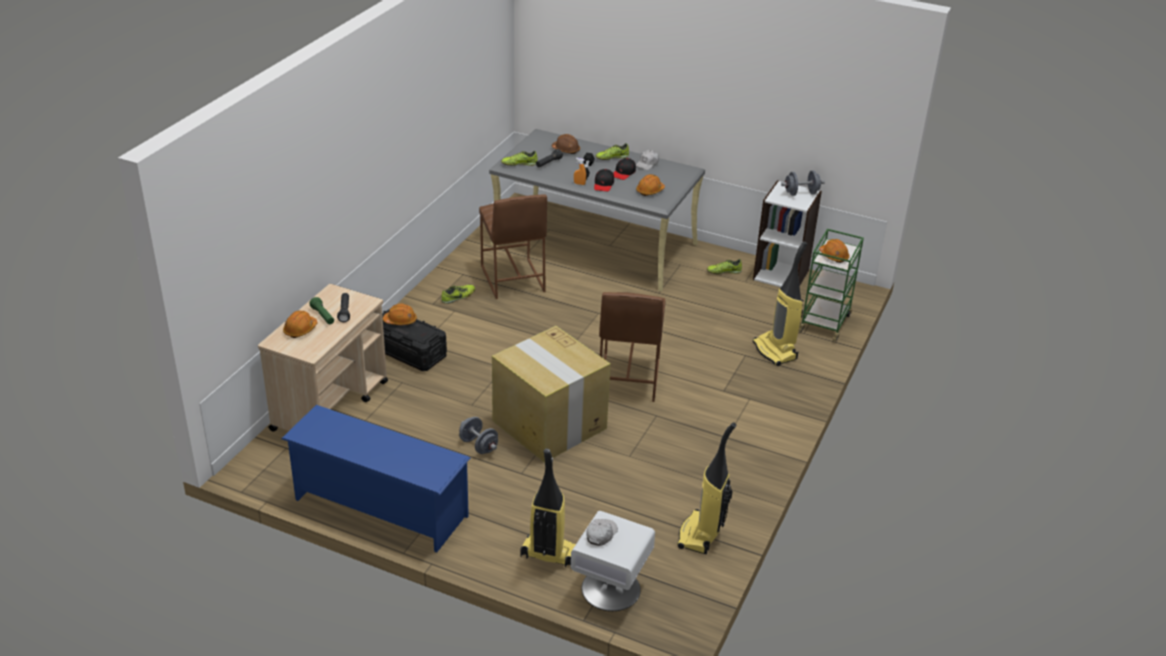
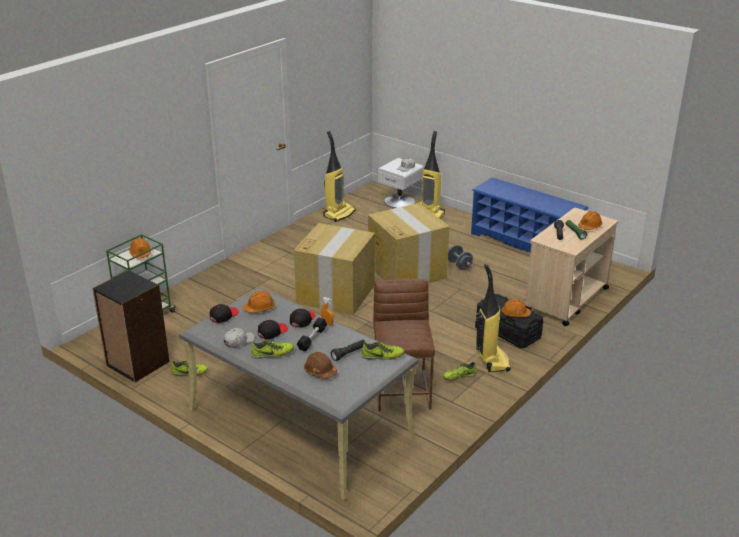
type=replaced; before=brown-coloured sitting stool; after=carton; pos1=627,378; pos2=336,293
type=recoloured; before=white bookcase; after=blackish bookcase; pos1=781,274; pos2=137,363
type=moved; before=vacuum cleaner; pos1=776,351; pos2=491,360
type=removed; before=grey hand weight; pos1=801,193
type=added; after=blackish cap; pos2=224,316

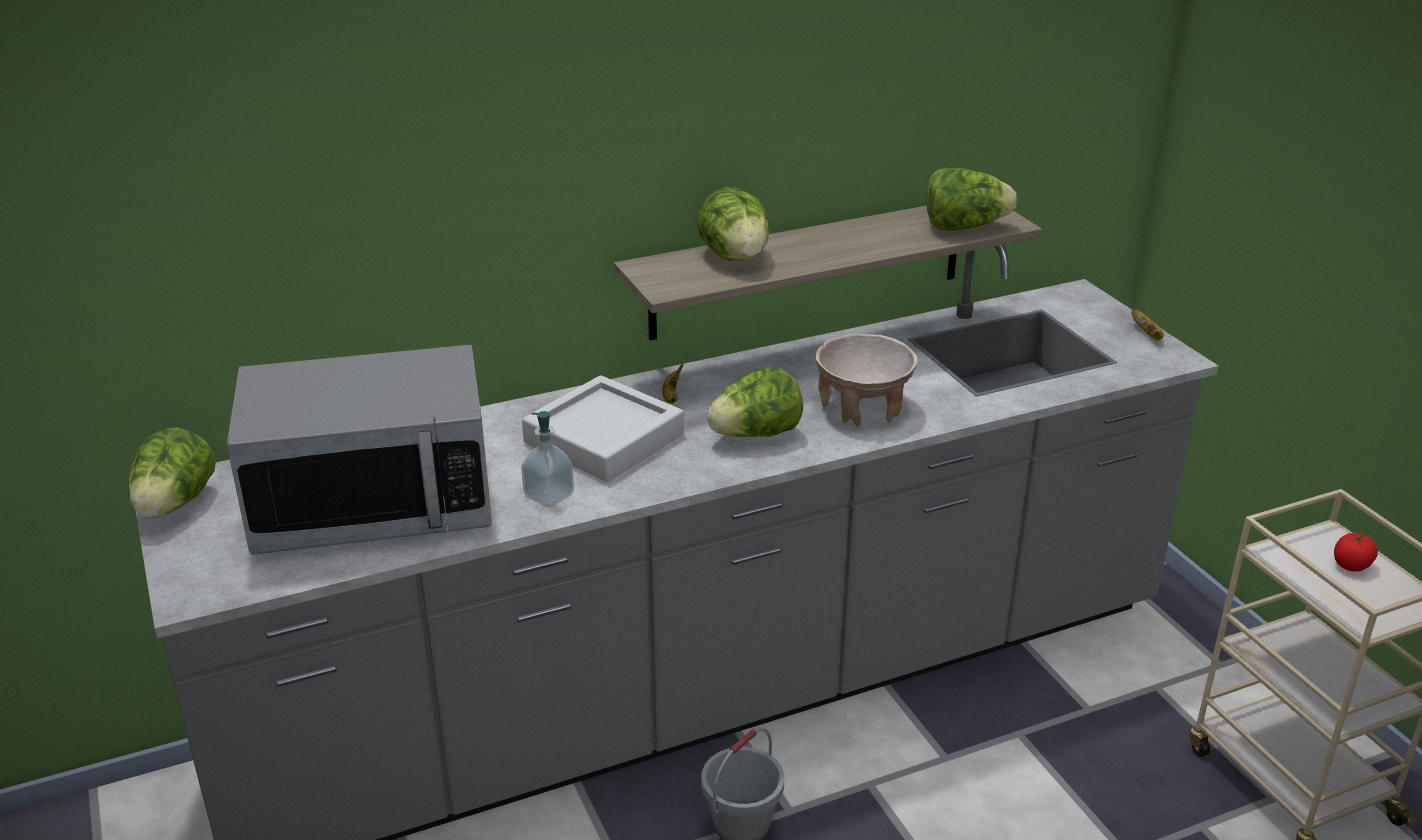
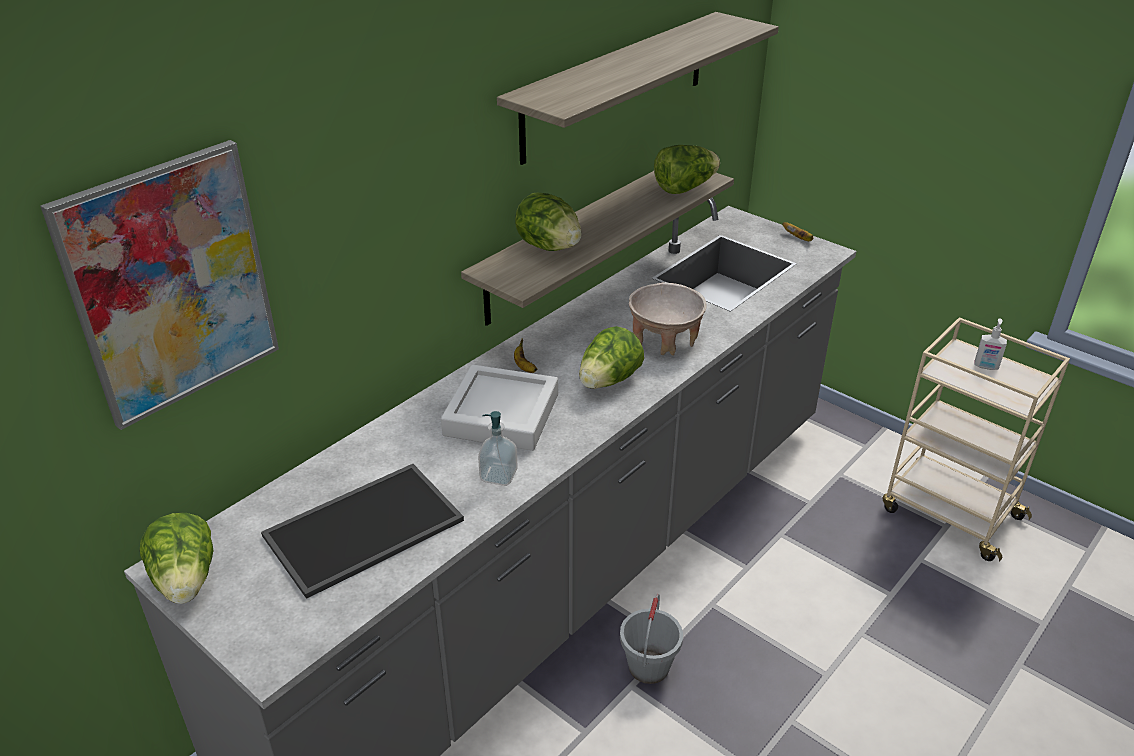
type=replaced; before=microwave oven; after=tray; pos1=374,504; pos2=364,526
type=replaced; before=whole tomato; after=soap bottle; pos1=1351,565; pos2=986,367
type=added; after=wall picture; pos2=171,284
type=added; after=wall shelf; pos2=616,85

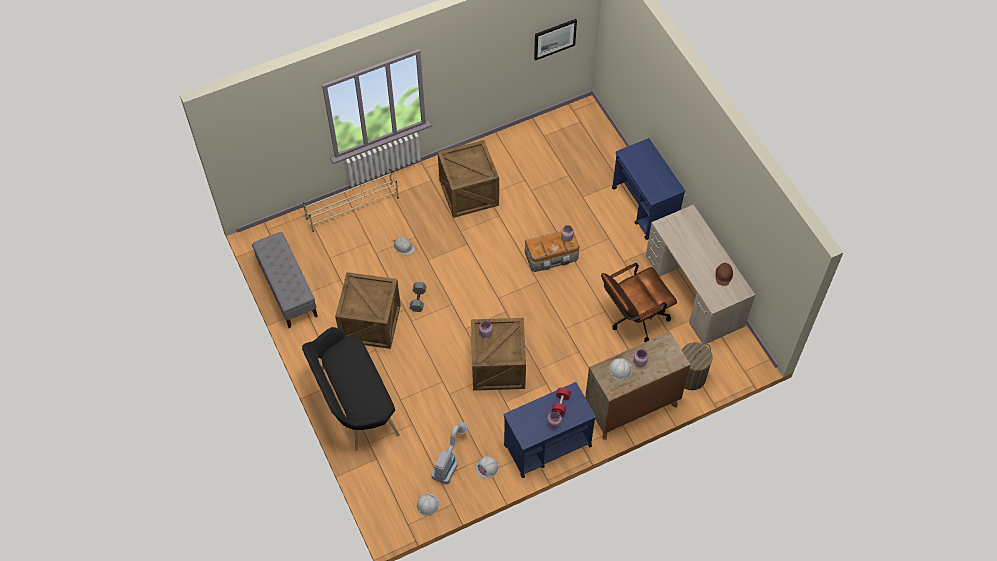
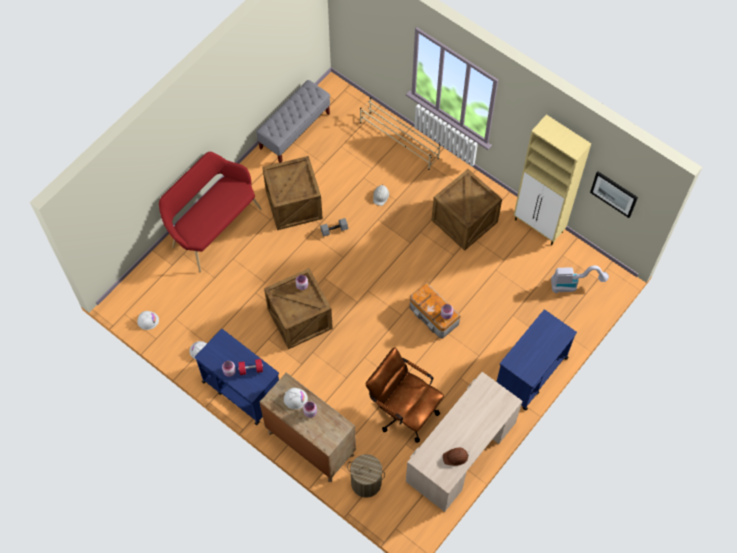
type=recoloured; before=blackish indoor bench; after=red-coloured indoor bench; pos1=354,404; pos2=213,227
type=moved; before=vacuum cleaner; pos1=449,461; pos2=573,284
type=added; after=beige-coloured storage cabinet; pos2=539,226

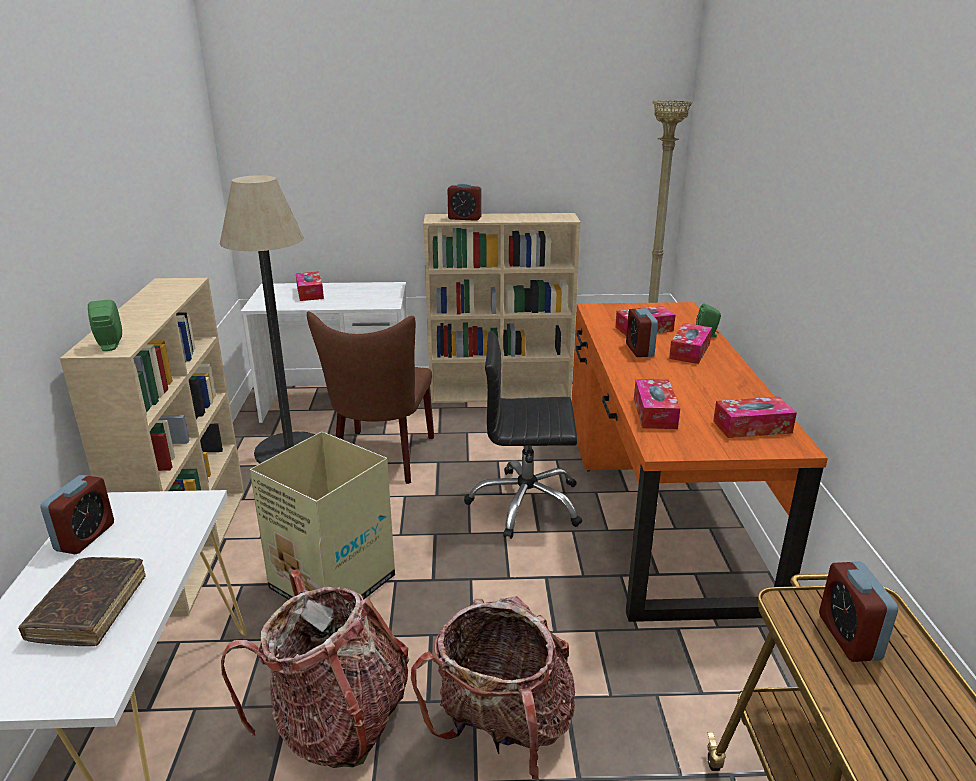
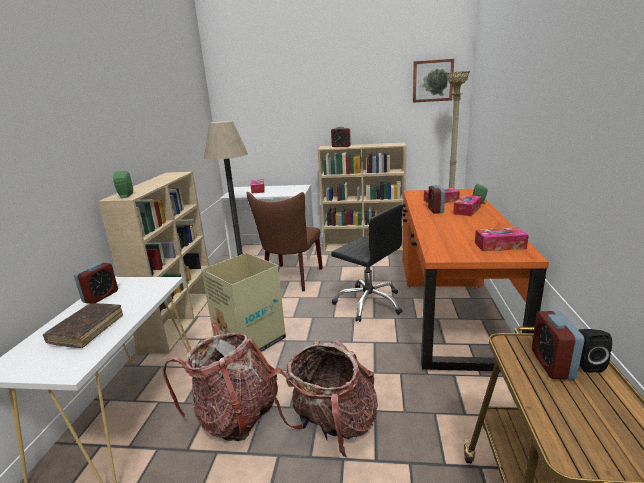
type=turned; before=blackish computer chair; pos1=526,504; pos2=369,303; turn=-150
type=removed; before=box of tissues; pos1=654,413
type=added; after=wall picture; pos2=432,81
type=added; after=blackish audio speaker; pos2=585,364

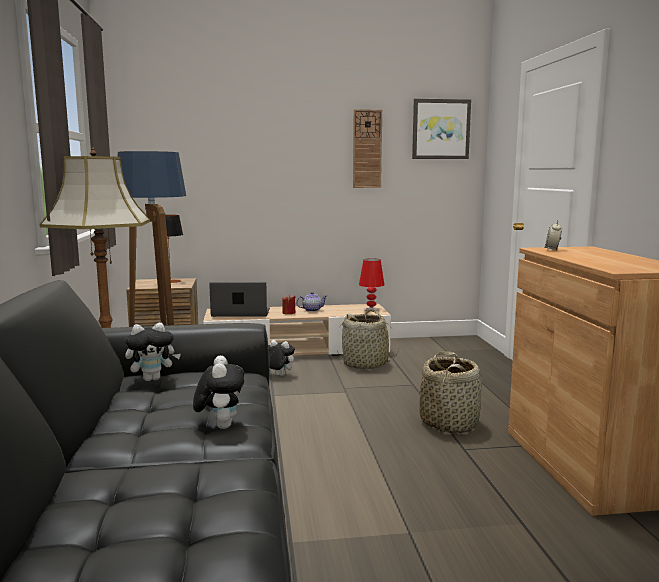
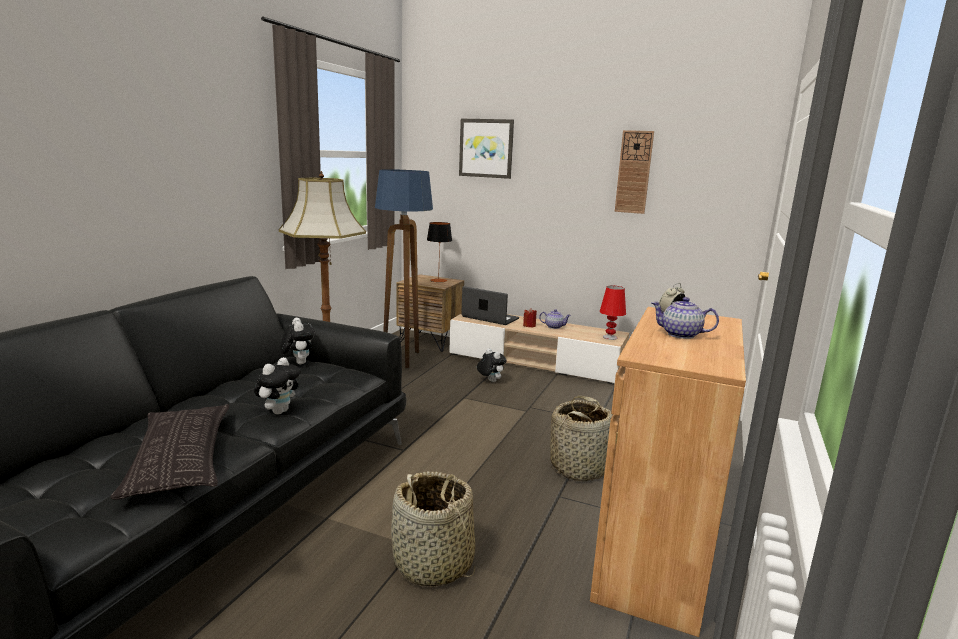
type=turned; before=cuddly toy; pos1=153,379; pos2=298,363; turn=-120
type=moved; before=basket; pos1=365,364; pos2=433,564
type=moved; before=wall picture; pos1=440,129; pos2=486,148
type=added; after=cushion; pos2=180,458
type=added; after=teapot; pos2=681,335

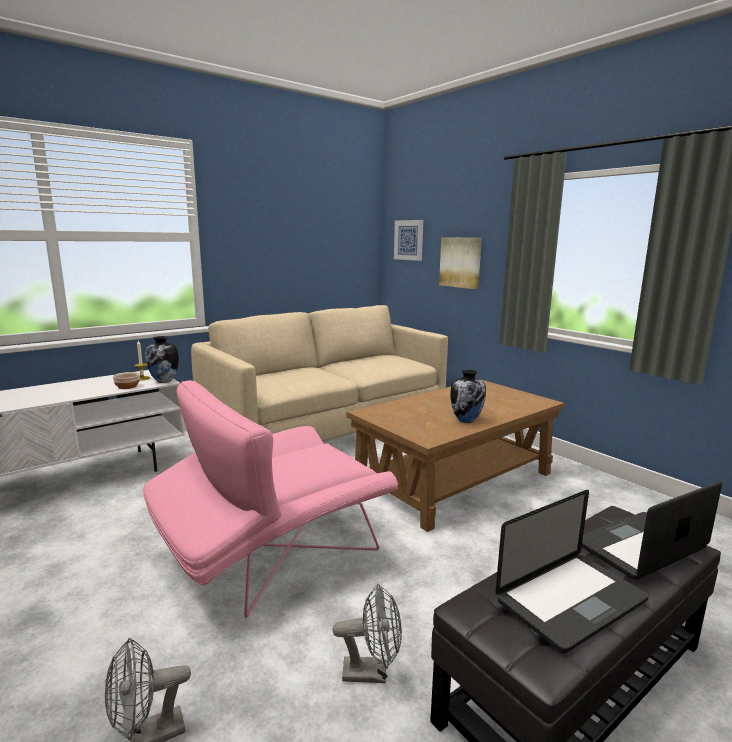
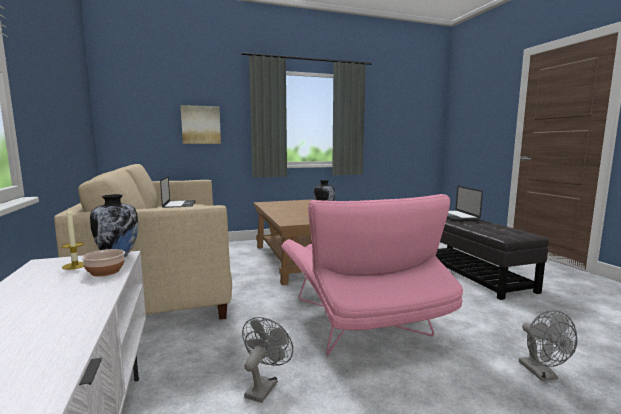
type=moved; before=grey electric fan; pos1=372,672; pos2=264,386
type=removed; before=wall picture; pos1=409,240
type=moved; before=laptop; pos1=571,601; pos2=179,205

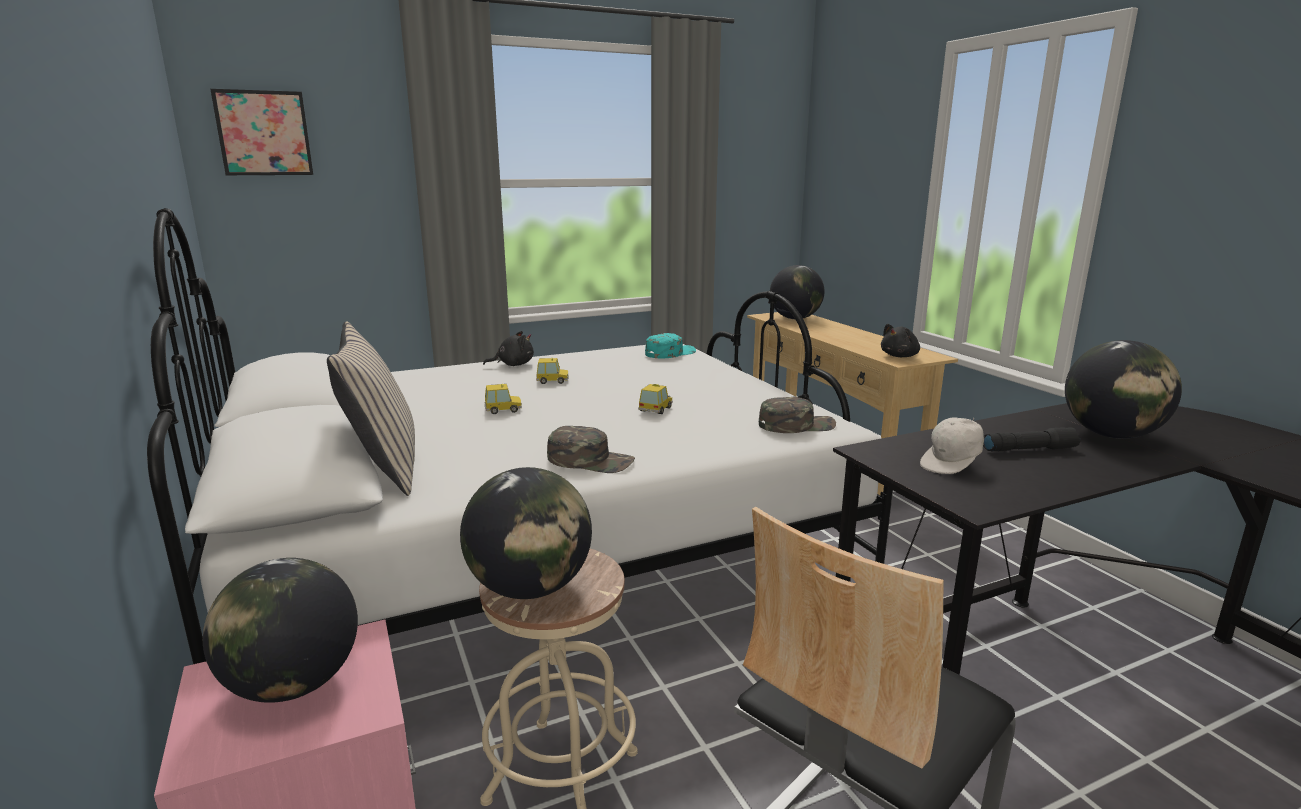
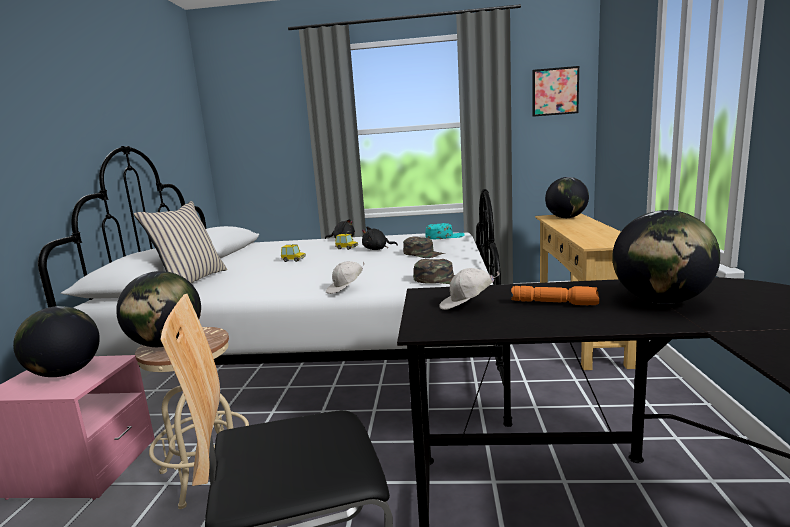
type=moved; before=wall picture; pos1=264,133; pos2=555,91
type=moved; before=green cap; pos1=591,460; pos2=423,254
type=removed; before=miniature car; pos1=655,409
type=moved; before=blackish cuddly toy; pos1=900,356; pos2=377,249
type=recoloured; before=blackish torch; after=orange-coloured torch; pos1=1029,449; pos2=554,303
type=added; after=white cap; pos2=346,289

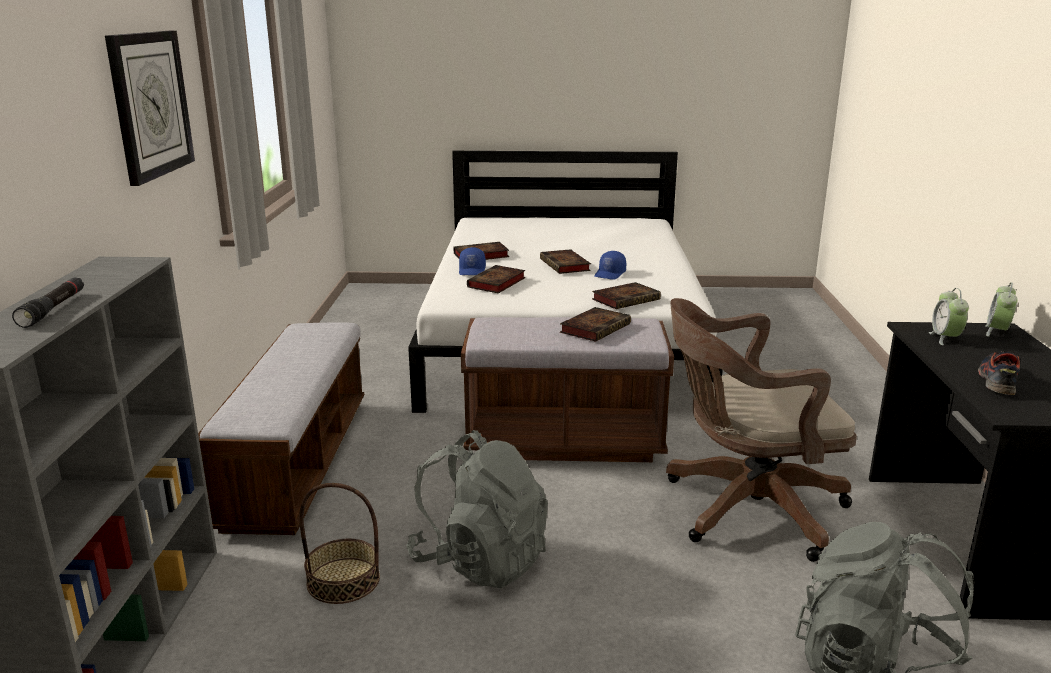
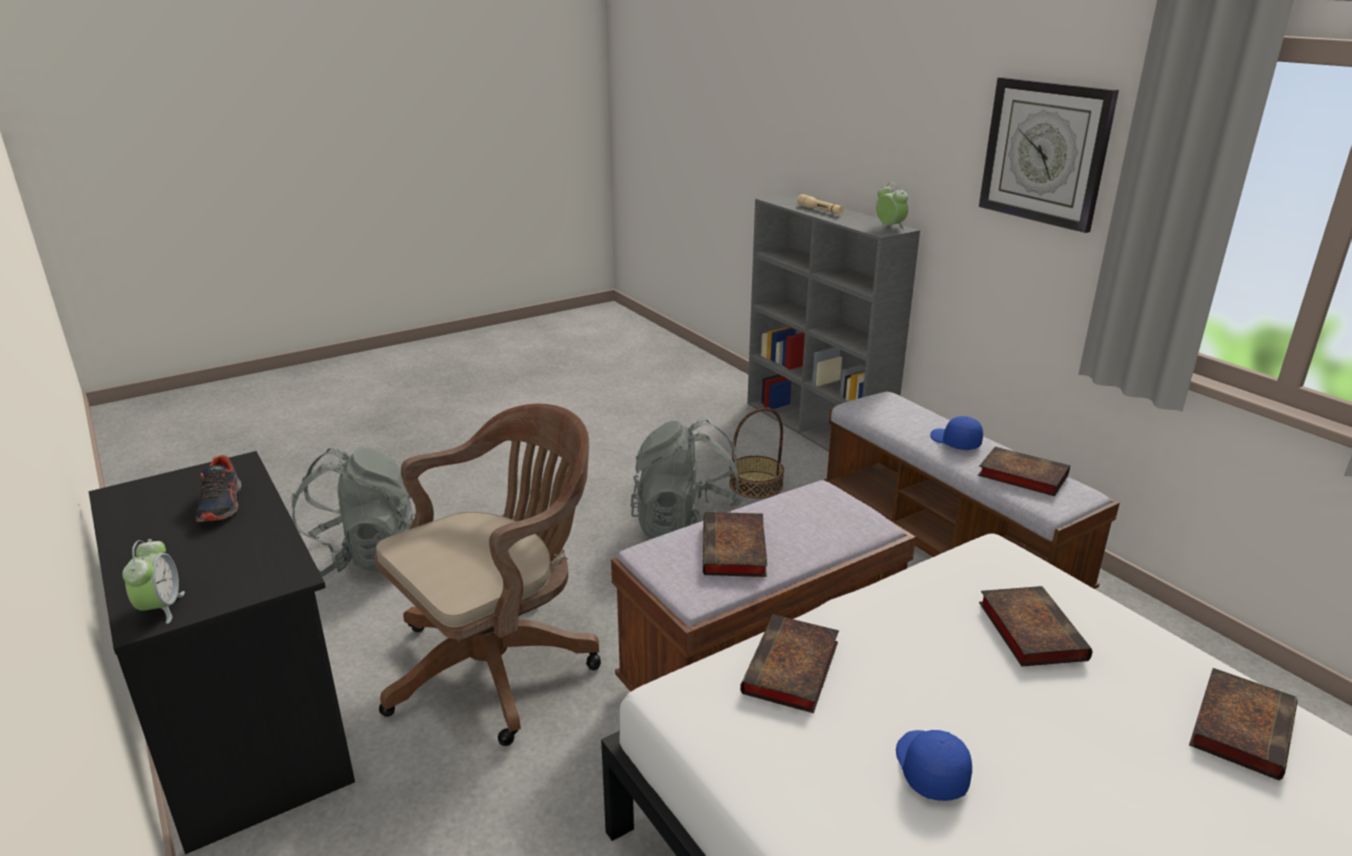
type=recoloured; before=blackish torch; after=beige-coloured torch; pos1=53,309; pos2=820,210
type=moved; before=blue-coloured cap; pos1=472,270; pos2=954,442
type=moved; before=bound book; pos1=566,265; pos2=1020,475
type=moved; before=alarm clock; pos1=945,338; pos2=890,227

